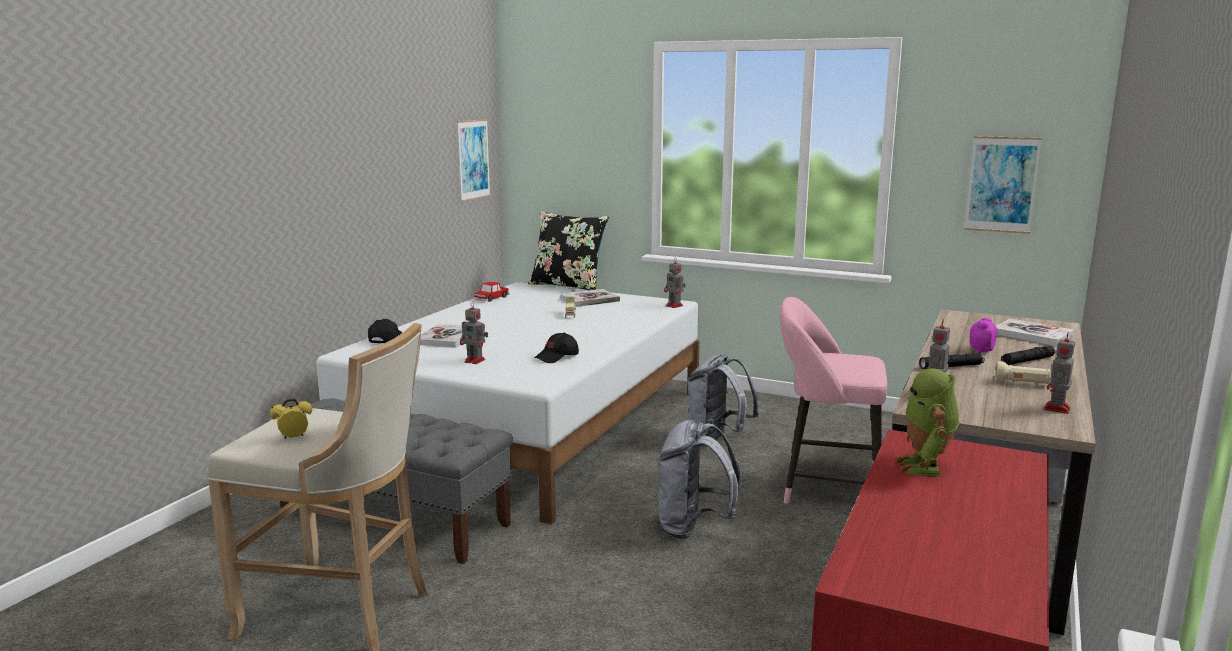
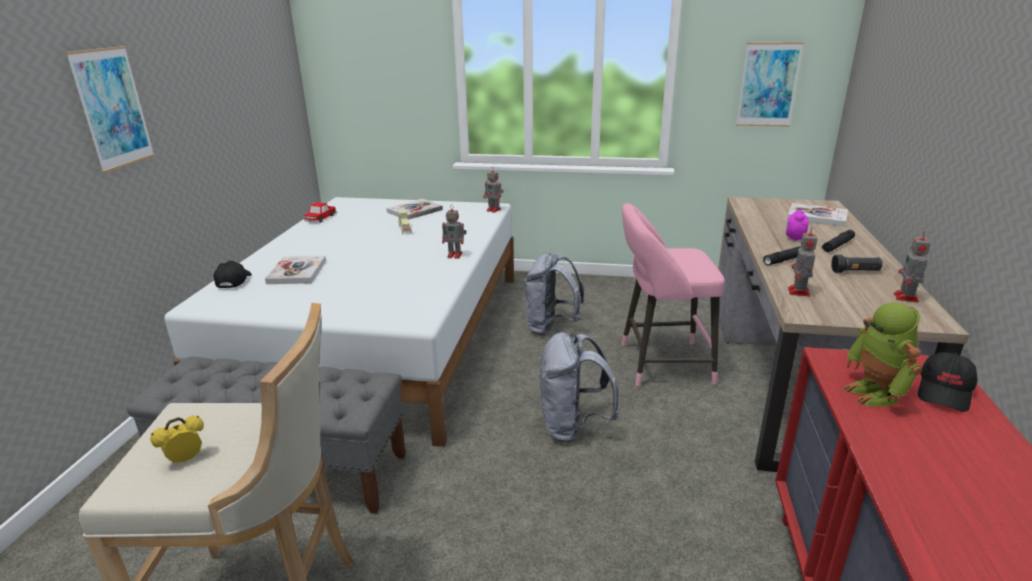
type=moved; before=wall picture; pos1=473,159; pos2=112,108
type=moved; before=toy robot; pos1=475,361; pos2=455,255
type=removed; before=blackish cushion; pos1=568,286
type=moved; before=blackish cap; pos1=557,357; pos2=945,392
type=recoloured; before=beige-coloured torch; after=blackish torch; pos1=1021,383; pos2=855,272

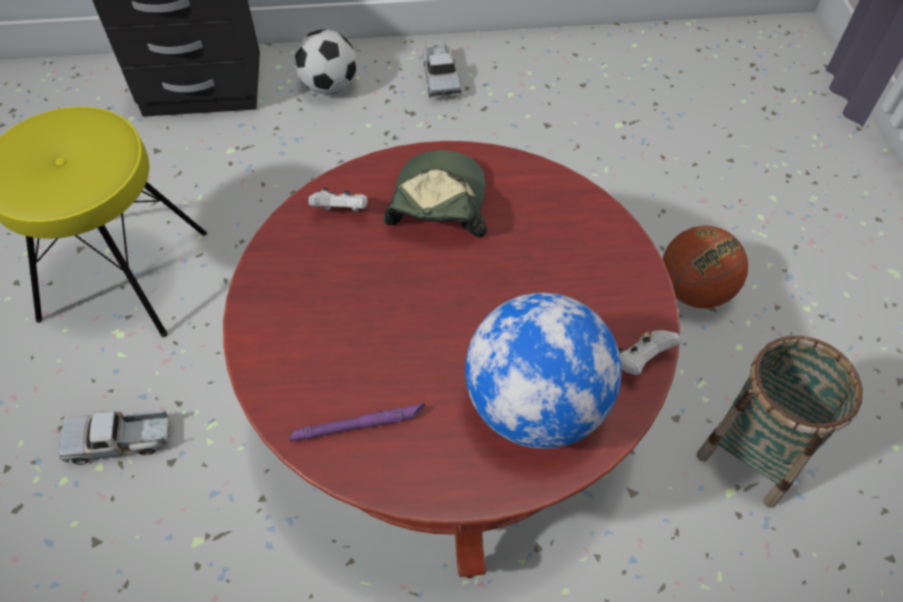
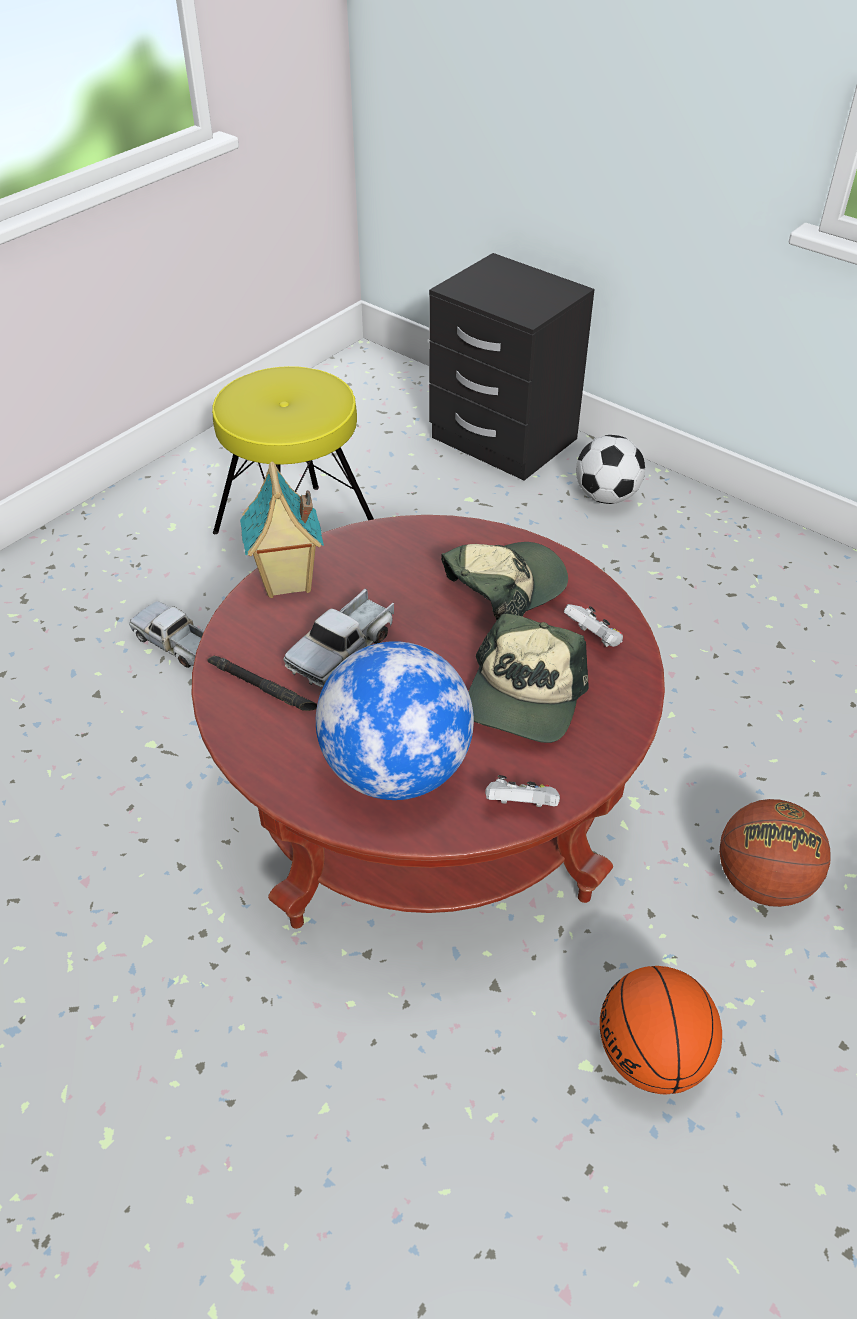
type=recoloured; before=purple-coloured torch; after=blackish torch; pos1=358,425; pos2=262,687
type=moved; before=white joypad; pos1=341,211; pos2=593,639
type=moved; before=toy lorry; pos1=440,77; pos2=343,650
type=replaced; before=basket; after=basketball ball; pos1=753,452; pos2=652,1056
type=added; after=model house; pos2=287,582
type=added; after=cap; pos2=524,698

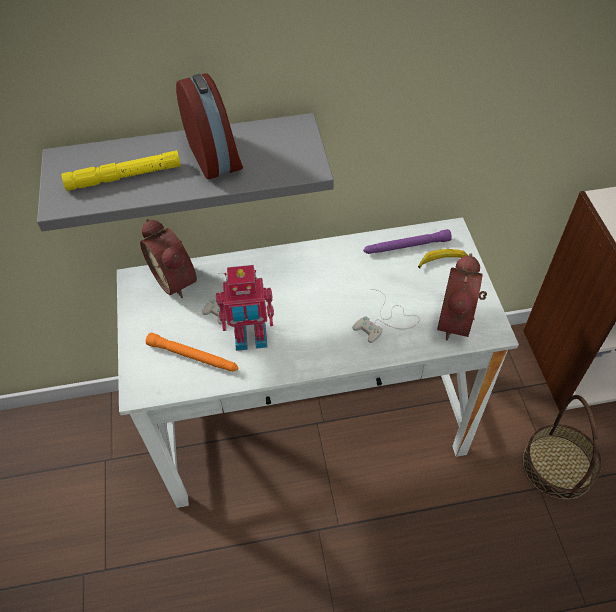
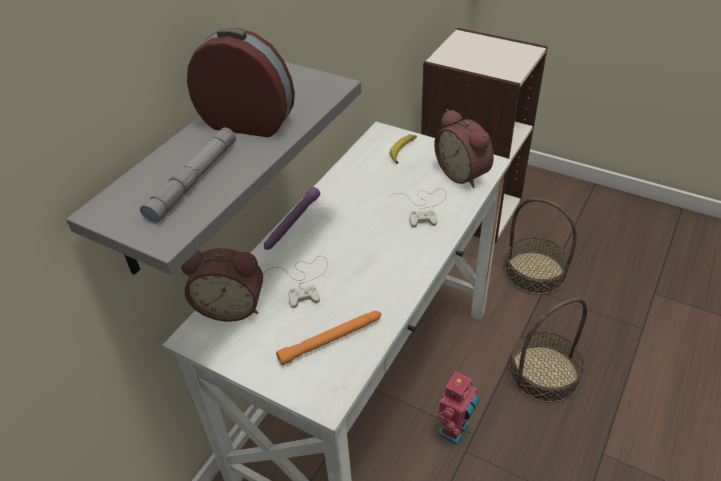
type=recoloured; before=yellow torch; after=grey torch; pos1=124,176; pos2=193,180
type=moved; before=toy robot; pos1=251,339; pos2=455,431
type=moved; before=purple-coloured torch; pos1=406,246; pos2=292,223
type=added; after=basket; pos2=543,373

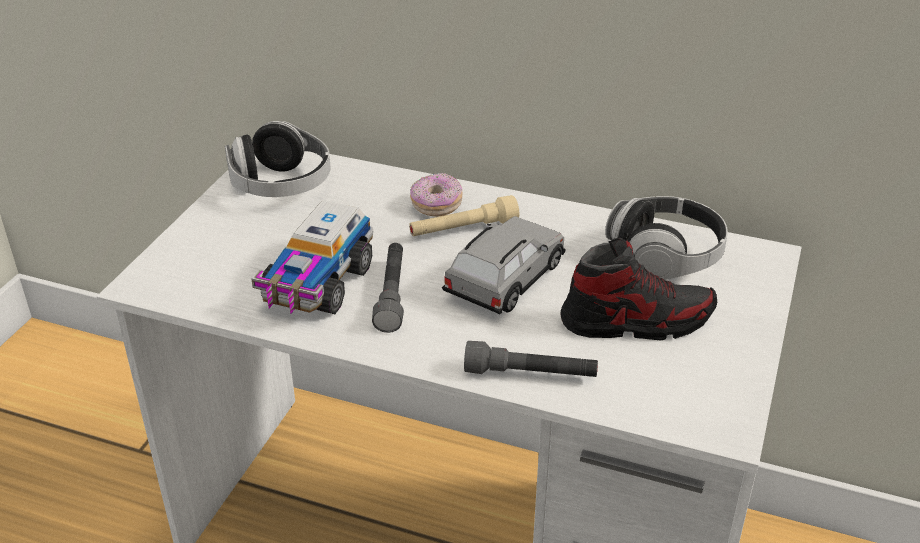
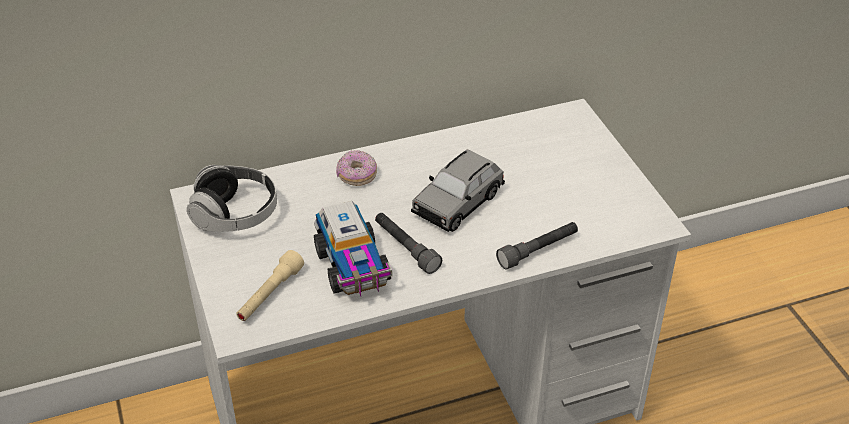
type=moved; before=beige-coloured torch; pos1=463,230; pos2=269,295
type=turned; before=grey miniature car; pos1=505,280; pos2=458,203; turn=-135
type=removed; before=item of footwear; pos1=636,321
type=removed; before=pair of headphones; pos1=665,257

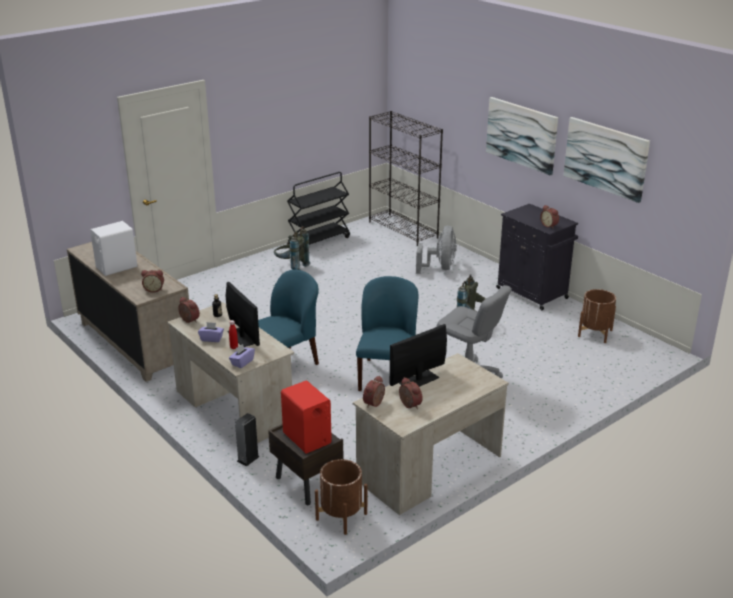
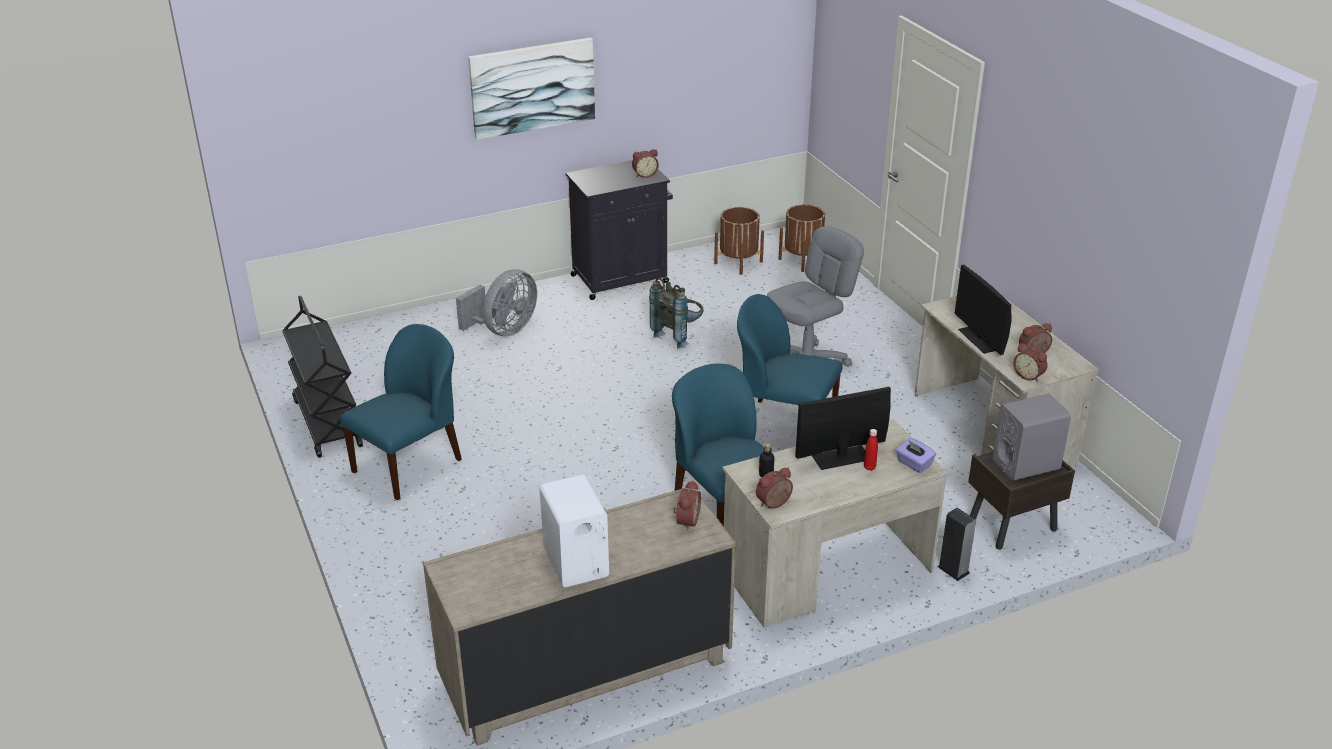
type=removed; before=purple-coloured box of tissues; pos1=211,339
type=replaced; before=grey backpack; after=blue-coloured plain chair; pos1=291,268; pos2=409,465
type=recoloured; before=red-coloured audio speaker; after=grey audio speaker; pos1=307,438; pos2=1026,464
type=moved; before=brown-coloured plant pot; pos1=341,516; pos2=802,260
type=removed; before=blackish bookcase; pos1=403,230
type=turned; before=grey electric fan; pos1=440,268; pos2=504,330; turn=105
type=removed; before=wall picture; pos1=605,158

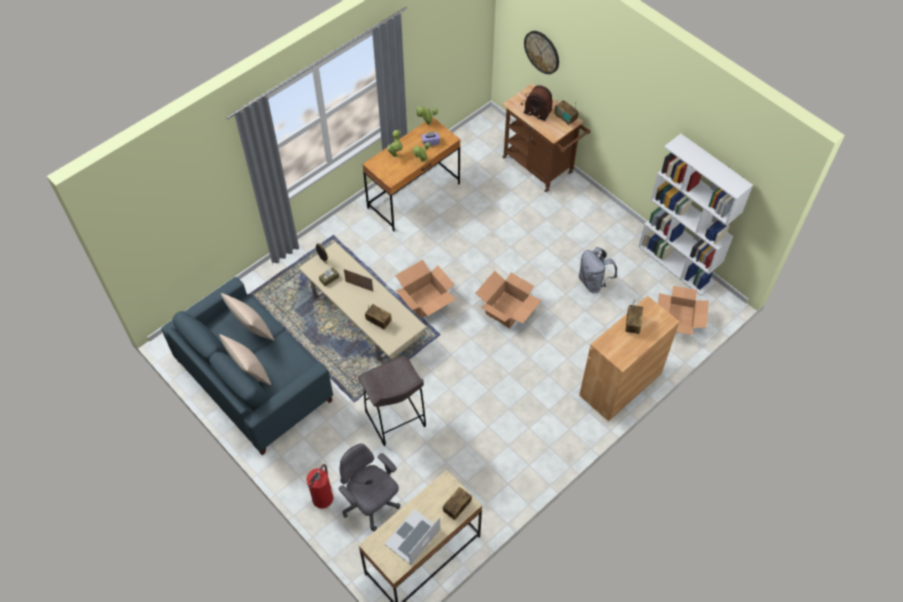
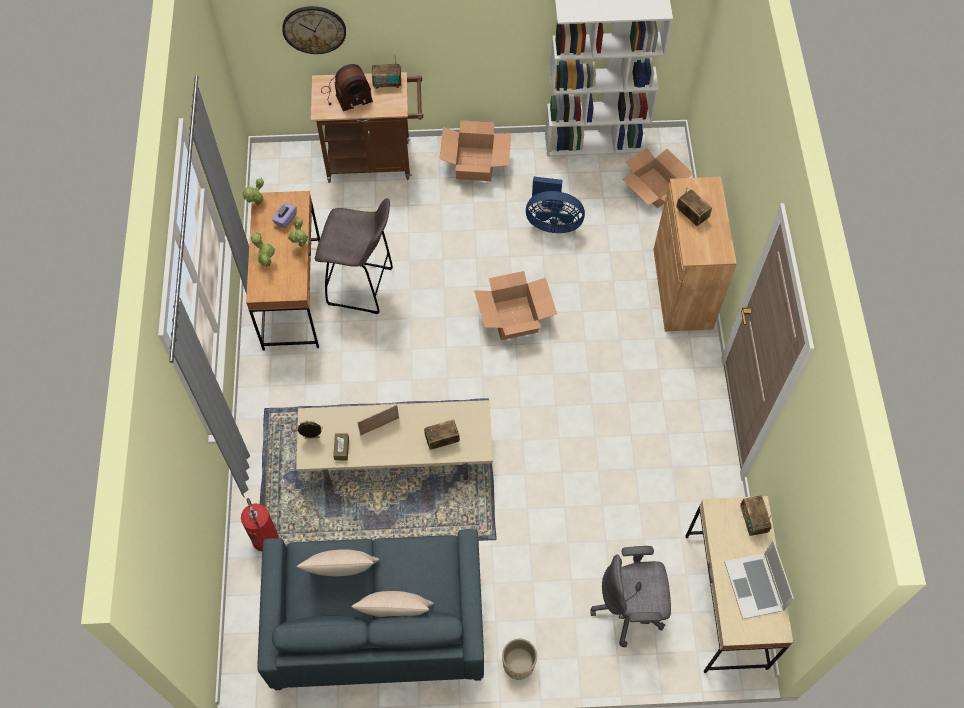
type=moved; before=extinguisher; pos1=323,497; pos2=265,537
type=moved; before=grey sitting stool; pos1=396,421; pos2=362,287
type=moved; before=carton; pos1=426,300; pos2=475,164
type=replaced; before=grey backpack; after=blue-coloured electric fan; pos1=593,282; pos2=552,222
type=added; after=beige-coloured plant pot; pos2=518,664

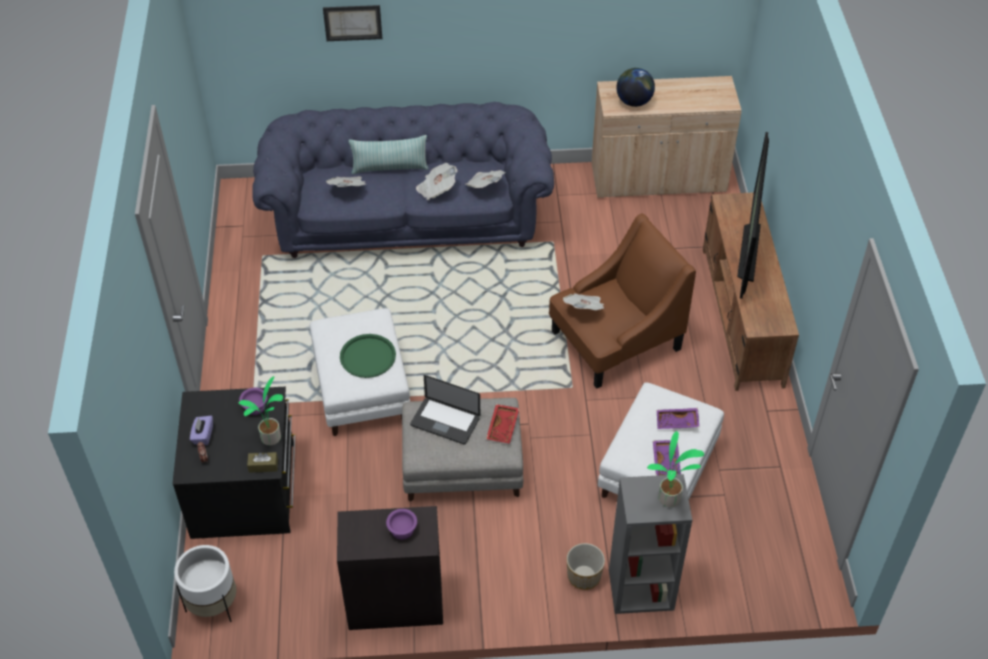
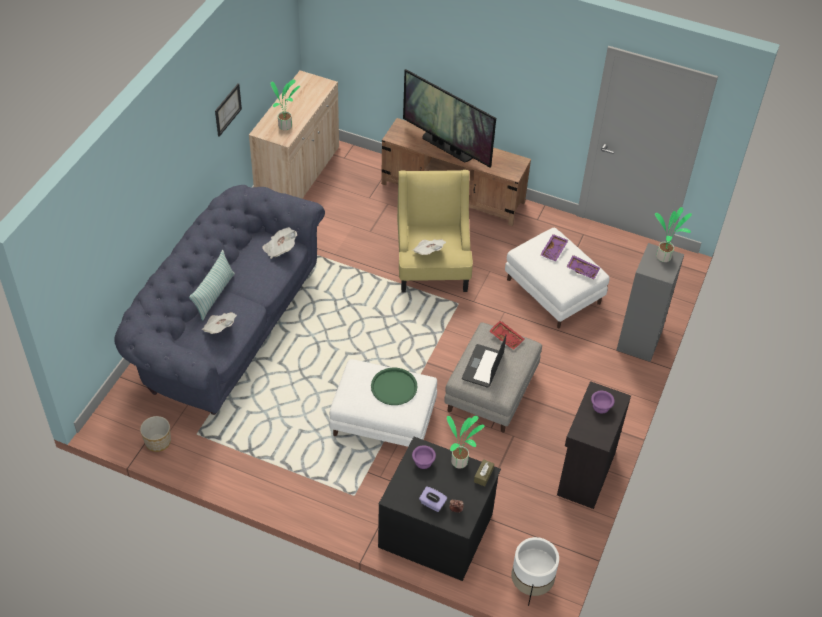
type=moved; before=wall picture; pos1=353,22; pos2=227,109
type=turned; before=laptop; pos1=445,421; pos2=483,366; turn=150
type=removed; before=printed paper; pos1=436,189
type=recoloured; before=brown-coloured lounge chair; after=yellow lounge chair; pos1=615,341; pos2=432,263
type=moved; before=plant pot; pos1=584,576; pos2=158,441
type=replaced; before=desk globe; after=potted plant; pos1=634,101; pos2=286,126

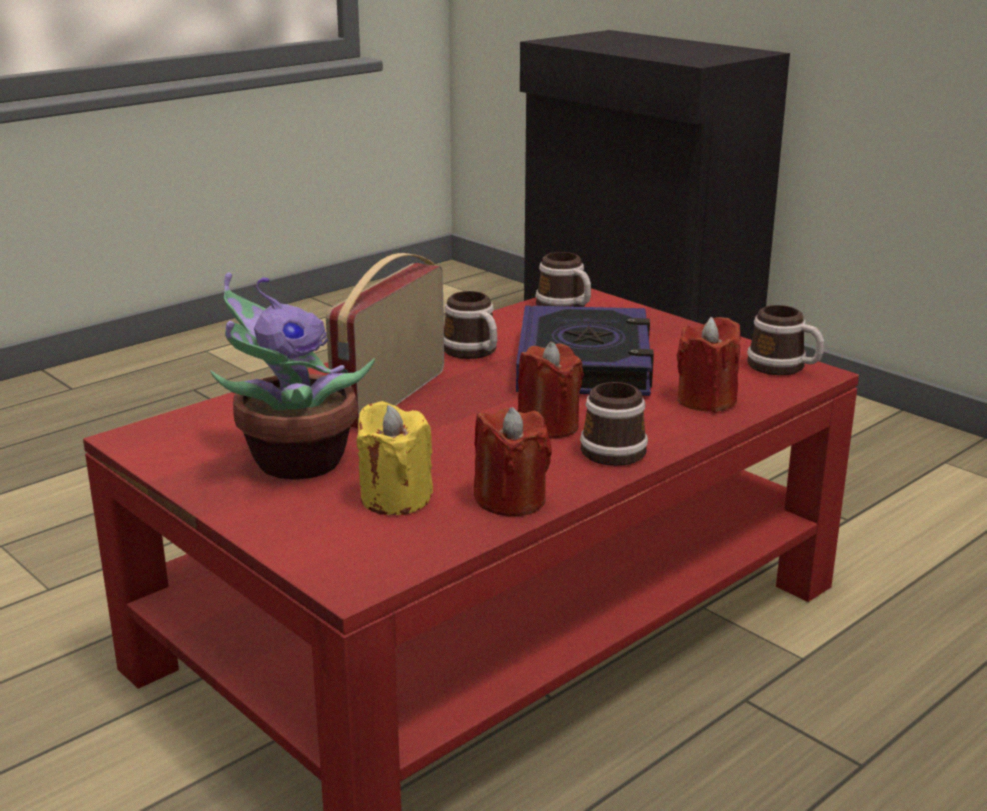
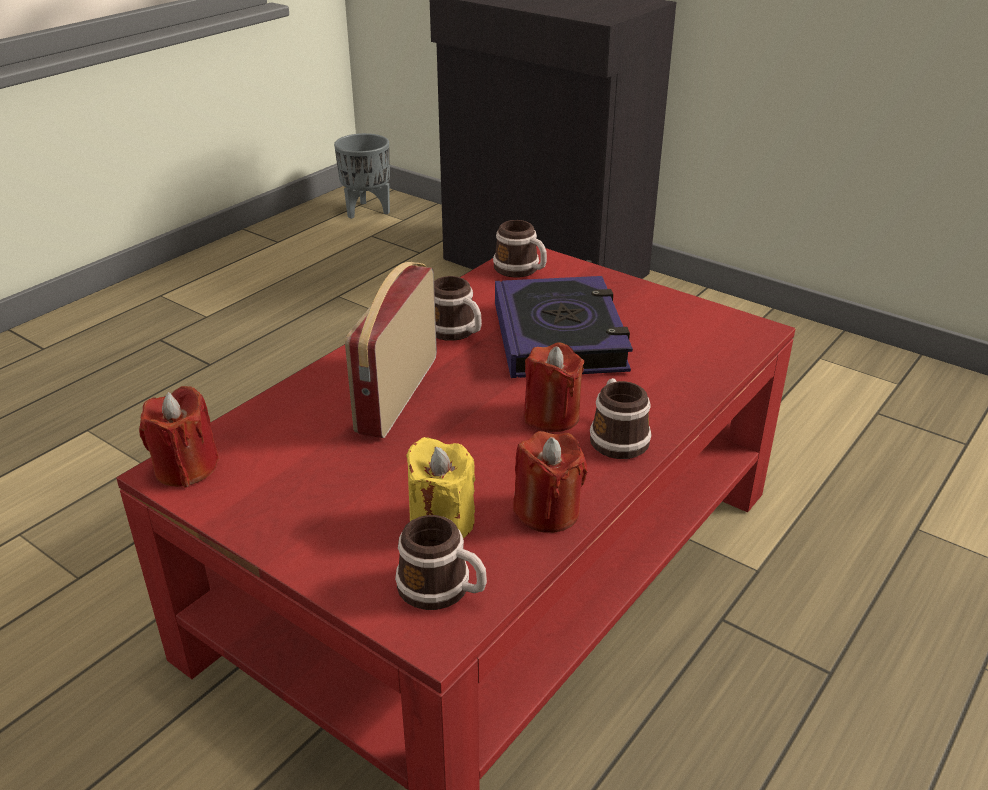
type=removed; before=potted plant; pos1=293,463
type=moved; before=red-coloured wax candle; pos1=706,400; pos2=186,468
type=moved; before=mug; pos1=784,367; pos2=443,590
type=added; after=grey plant pot; pos2=367,211

